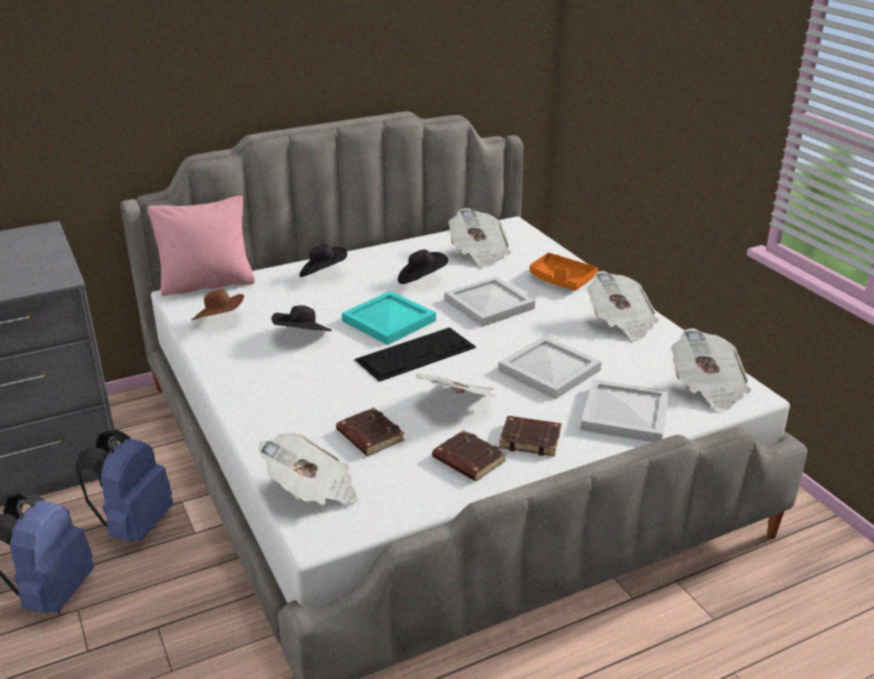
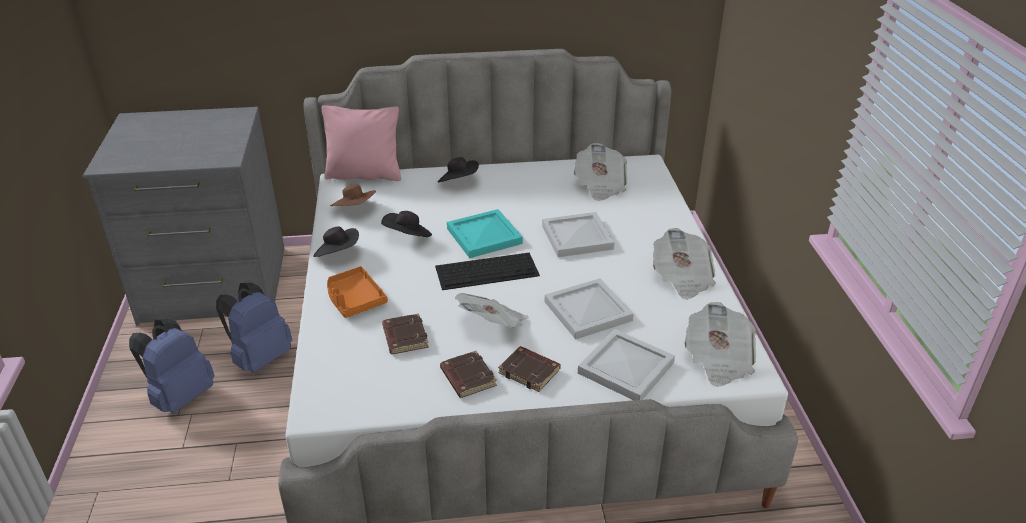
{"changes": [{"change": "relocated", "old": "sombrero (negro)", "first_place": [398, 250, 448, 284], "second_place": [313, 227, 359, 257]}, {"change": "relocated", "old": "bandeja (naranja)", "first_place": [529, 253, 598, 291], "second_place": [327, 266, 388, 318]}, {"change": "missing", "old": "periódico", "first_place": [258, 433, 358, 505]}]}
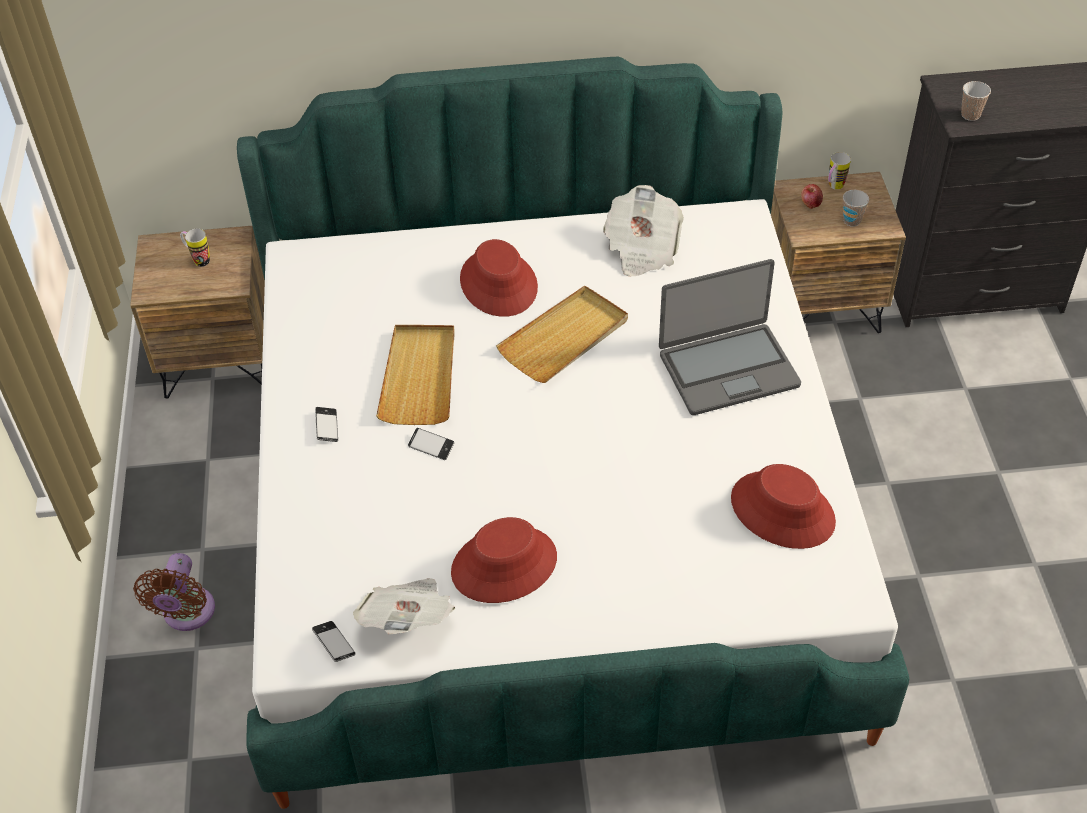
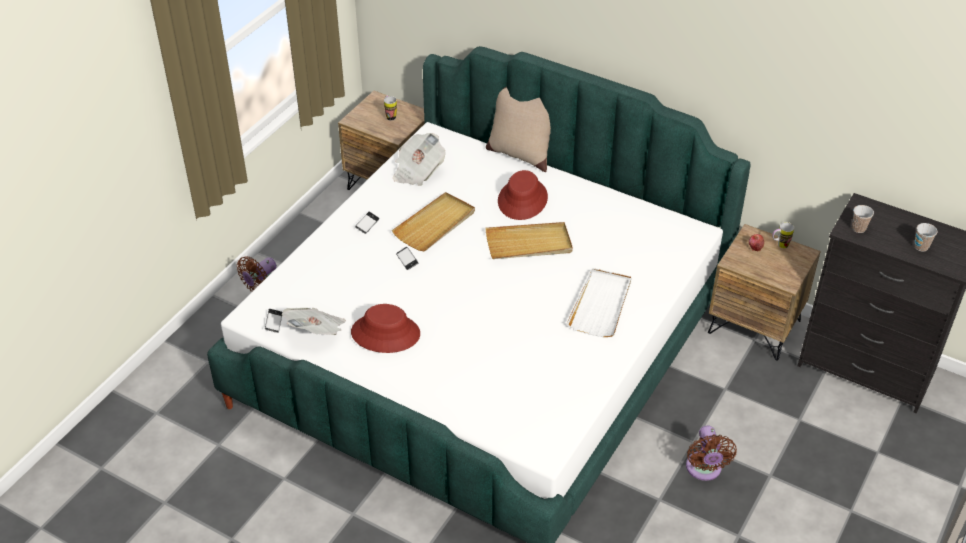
{"changes": [{"change": "relocated", "old": "periódico", "first_place": [603, 185, 684, 277], "second_place": [393, 133, 445, 186]}, {"change": "relocated", "old": "taza", "first_place": [843, 190, 869, 227], "second_place": [914, 223, 938, 252]}, {"change": "exchanged", "old": "portátil", "new": "bandeja (blanco)", "first_place": [659, 259, 801, 415], "second_place": [567, 268, 631, 337]}, {"change": "missing", "old": "sombrero (rojo)", "first_place": [731, 464, 836, 549]}, {"change": "appeared", "new": "cojín (beis)", "second_place": [486, 87, 551, 172]}, {"change": "appeared", "new": "ventilador (marrón)", "second_place": [686, 426, 737, 481]}]}
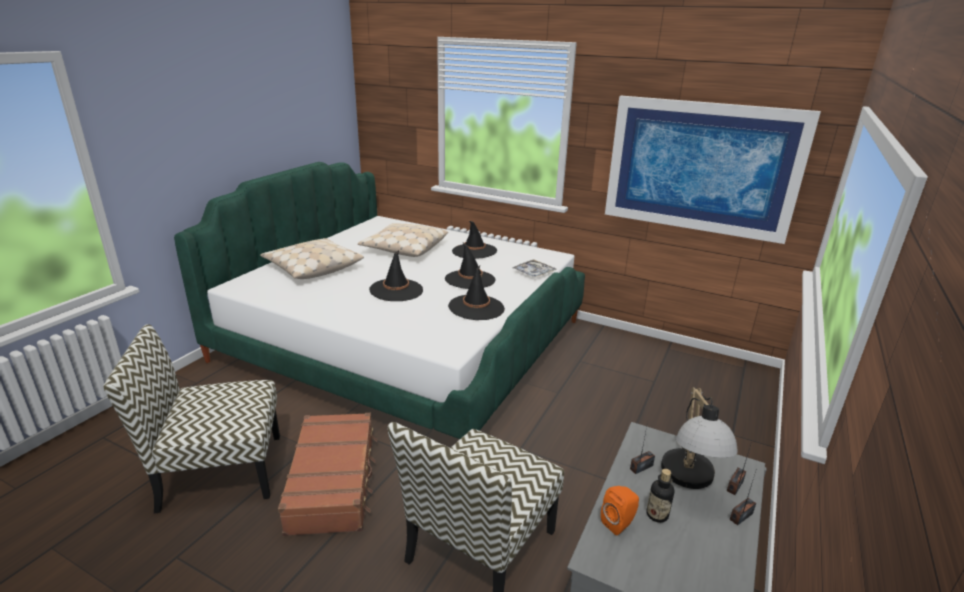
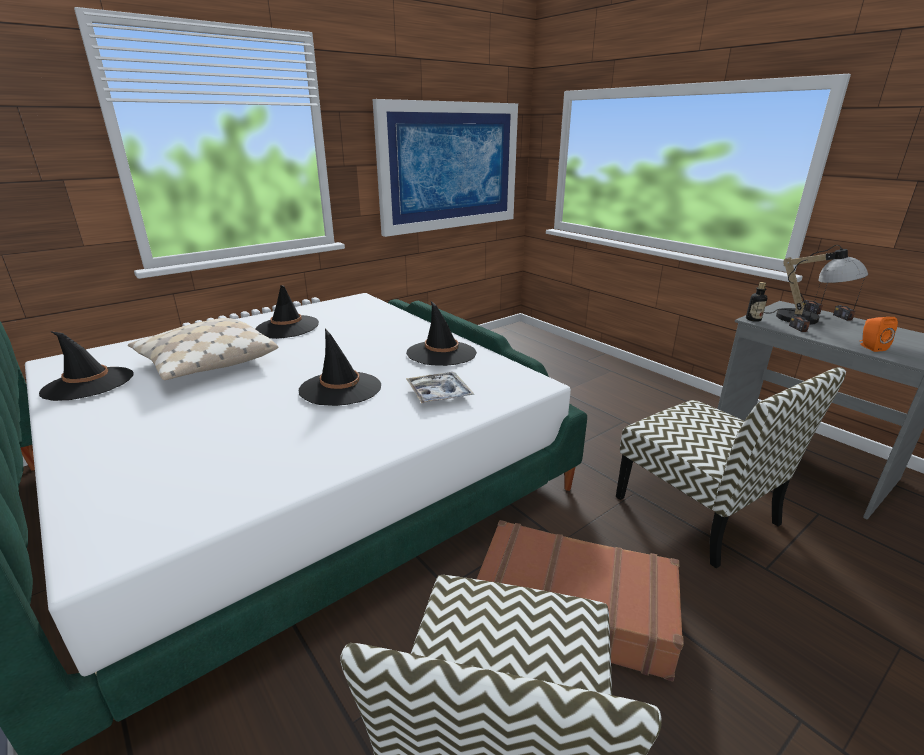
{"changes": [{"change": "missing", "old": "cojín (beis)", "first_place": [260, 238, 364, 279]}, {"change": "relocated", "old": "sombrero (negro)", "first_place": [445, 243, 496, 289], "second_place": [39, 331, 133, 401]}, {"change": "relocated", "old": "bandeja", "first_place": [513, 259, 557, 278], "second_place": [406, 372, 474, 404]}, {"change": "relocated", "old": "botella", "first_place": [646, 469, 674, 523], "second_place": [746, 282, 767, 322]}]}
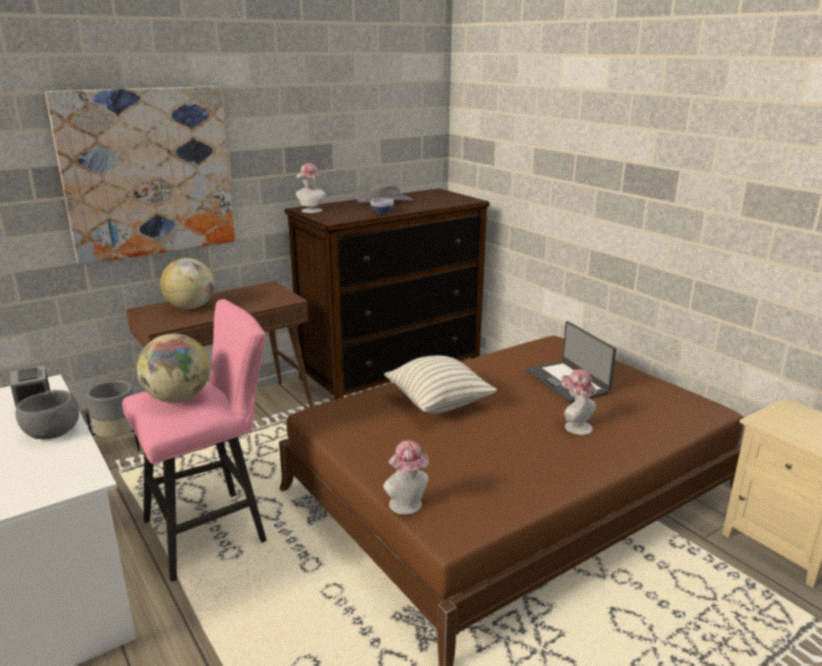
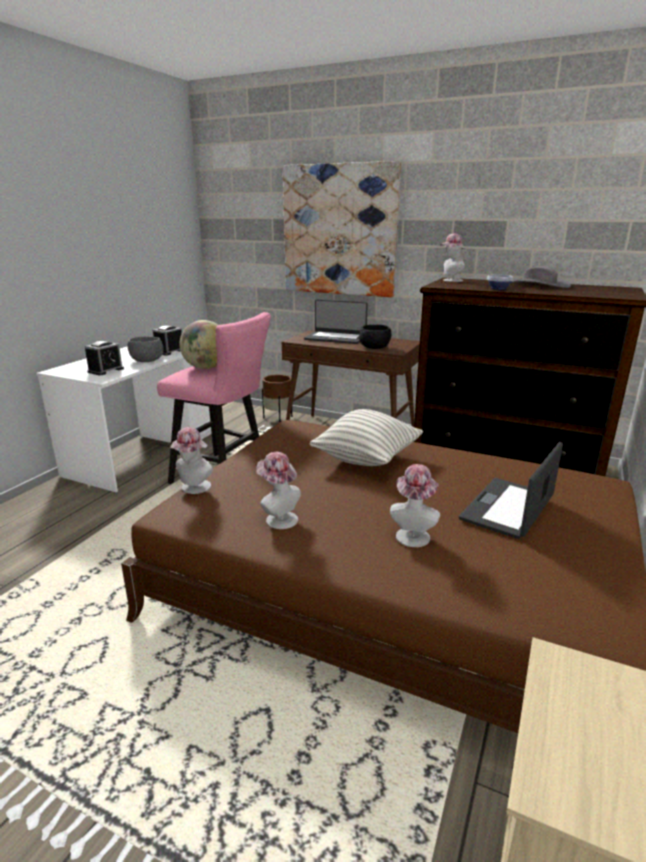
{"changes": [{"change": "exchanged", "old": "globo terráqueo", "new": "portátil", "first_place": [160, 258, 215, 309], "second_place": [304, 299, 368, 344]}, {"change": "colour", "old": "maceta (gris)", "new": "maceta (marrón)", "first_place": [86, 380, 140, 451], "second_place": [262, 374, 293, 423]}, {"change": "appeared", "new": "cuenco (negro)", "second_place": [359, 325, 391, 349]}, {"change": "appeared", "new": "despertador", "second_place": [85, 341, 124, 376]}, {"change": "appeared", "new": "sombrero", "second_place": [256, 452, 301, 529]}]}
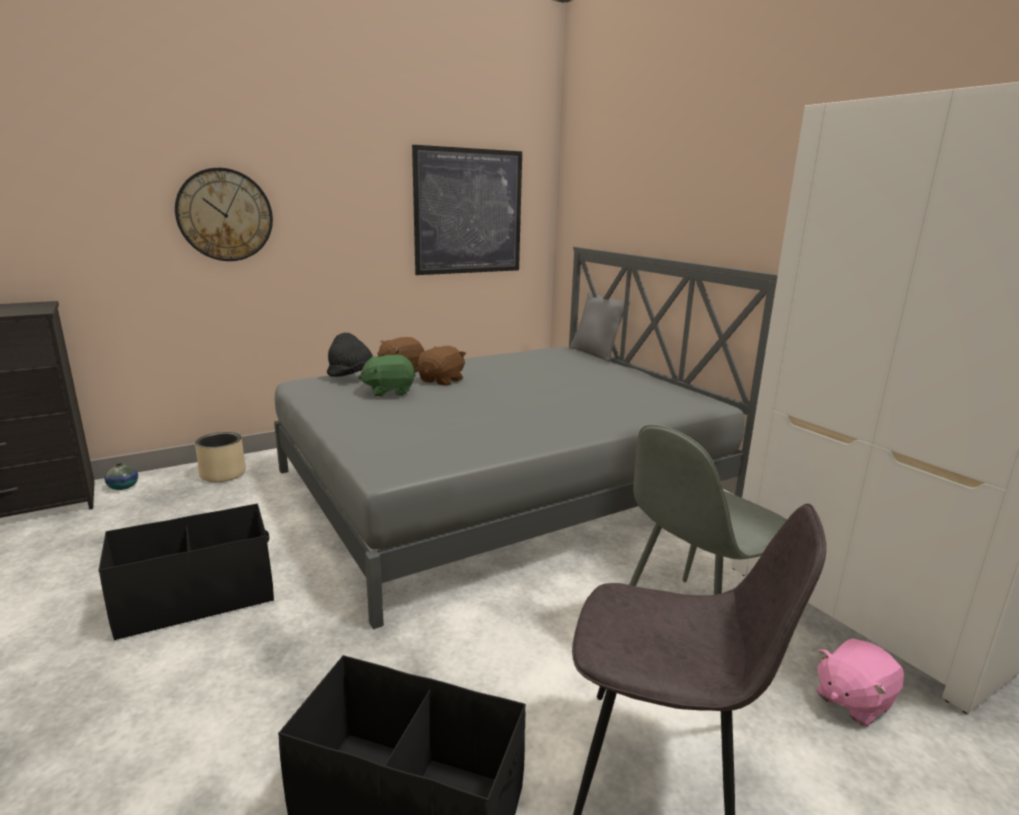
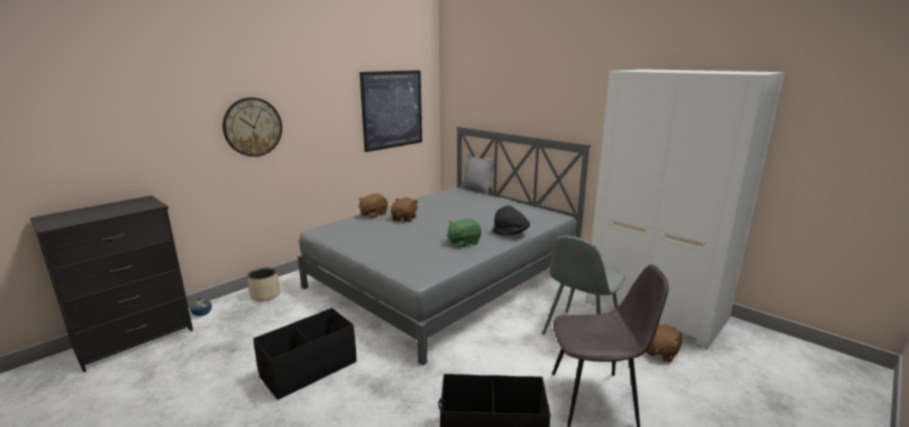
{"changes": [{"change": "relocated", "old": "sombrero (negro)", "first_place": [327, 333, 373, 377], "second_place": [493, 206, 530, 235]}, {"change": "relocated", "old": "peluche (verde)", "first_place": [358, 355, 416, 397], "second_place": [447, 218, 481, 248]}, {"change": "colour", "old": "peluche (rosa)", "new": "peluche (marrón)", "first_place": [817, 638, 904, 726], "second_place": [646, 324, 682, 362]}]}
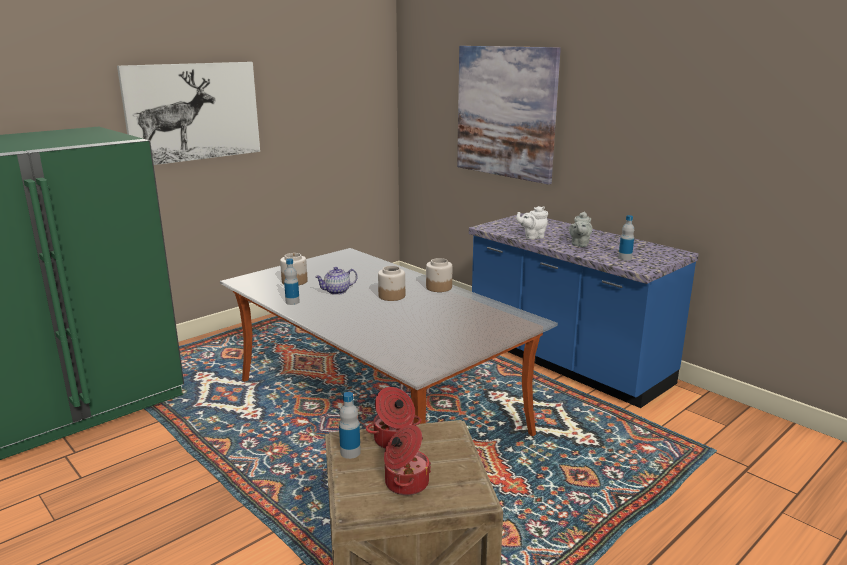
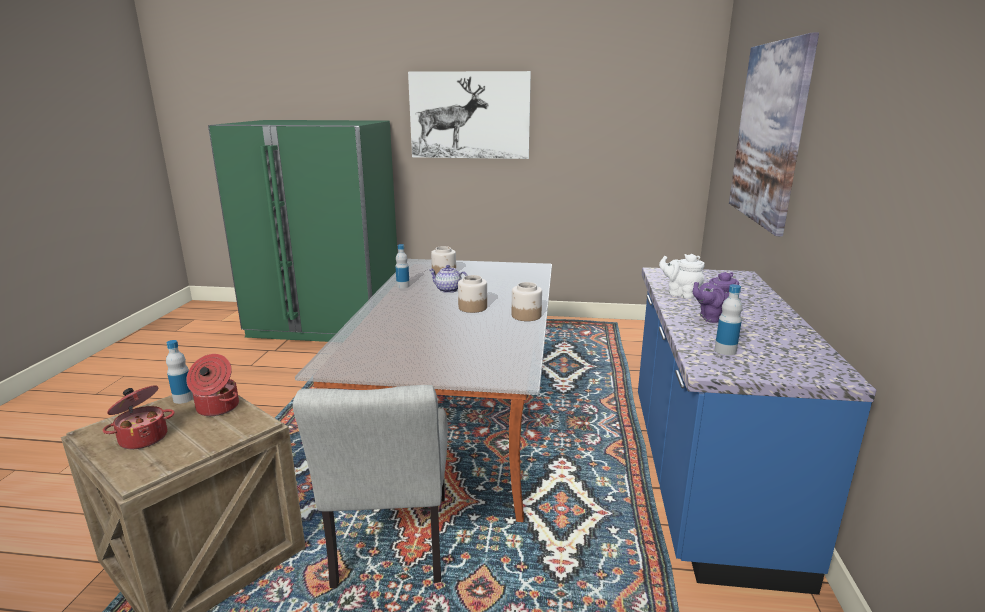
{"changes": [{"change": "colour", "old": "tetera (gris)", "new": "tetera (morado)", "first_place": [569, 211, 593, 247], "second_place": [693, 272, 739, 323]}, {"change": "appeared", "new": "silla (gris)", "second_place": [293, 385, 448, 588]}]}
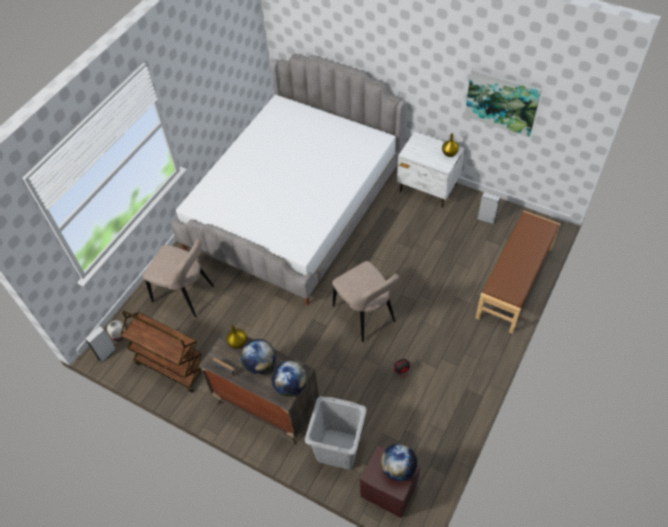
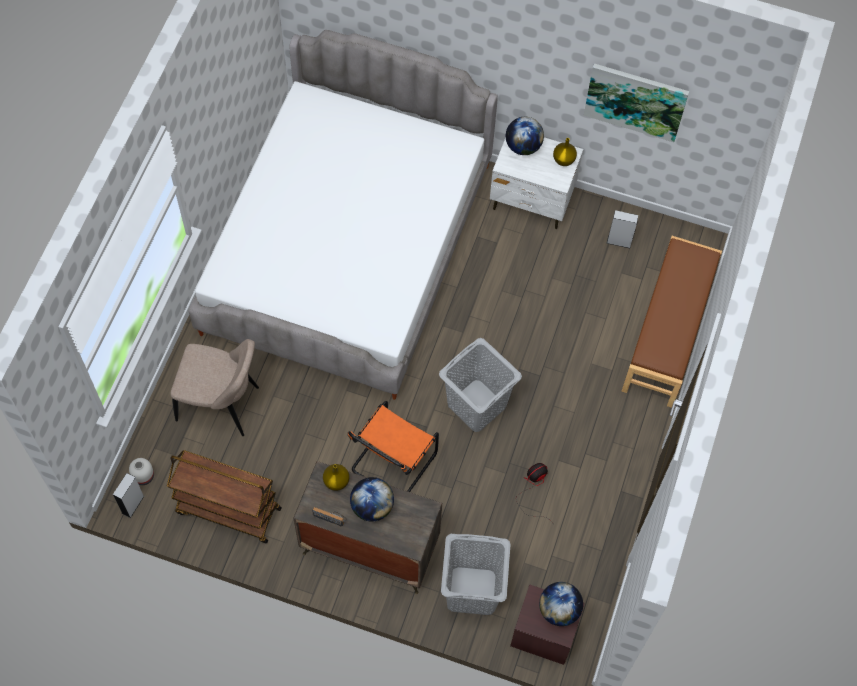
{"changes": [{"change": "exchanged", "old": "silla (beis)", "new": "cesto de la ropa (gris)", "first_place": [332, 261, 399, 342], "second_place": [439, 338, 522, 432]}, {"change": "relocated", "old": "globo terráqueo", "first_place": [272, 361, 307, 397], "second_place": [506, 117, 544, 155]}, {"change": "appeared", "new": "silla (naranja)", "second_place": [348, 401, 439, 492]}]}
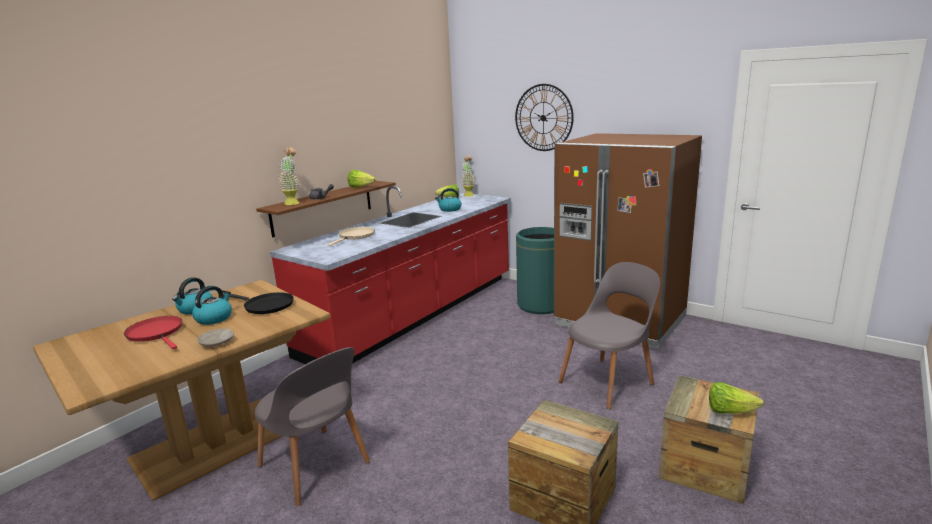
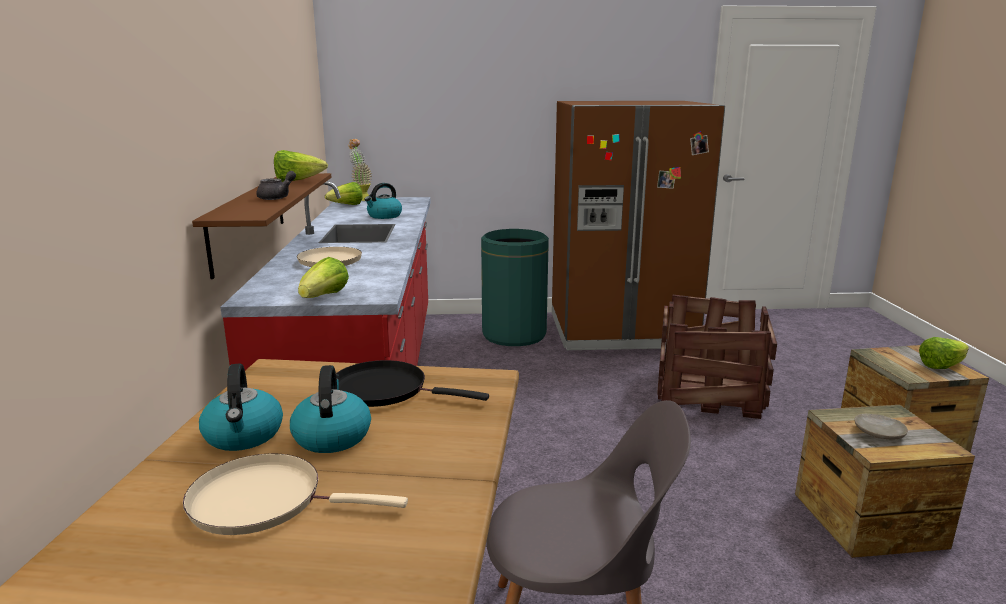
{"changes": [{"change": "missing", "old": "reloj de pared", "first_place": [515, 84, 574, 151]}, {"change": "missing", "old": "planta en maceta", "first_place": [278, 148, 299, 205]}, {"change": "exchanged", "old": "silla (gris)", "new": "caja de embalaje", "first_place": [559, 262, 660, 409], "second_place": [657, 295, 777, 419]}, {"change": "spun", "old": "sartén (negro)", "first_place": [229, 292, 294, 314], "second_place": [336, 360, 489, 407], "degrees": -150}, {"change": "colour", "old": "sartén (rojo)", "new": "sartén (beis)", "first_place": [124, 316, 182, 350], "second_place": [183, 453, 408, 535]}, {"change": "relocated", "old": "plato (beis)", "first_place": [197, 329, 234, 347], "second_place": [854, 414, 908, 440]}, {"change": "appeared", "new": "lechuga", "second_place": [298, 257, 349, 298]}]}
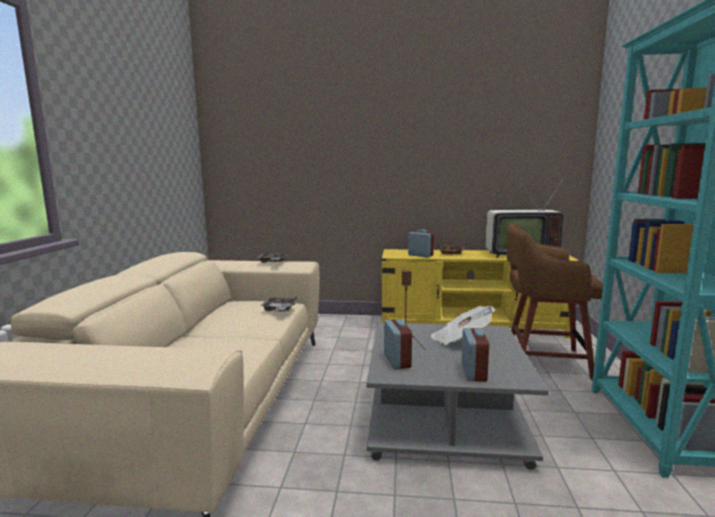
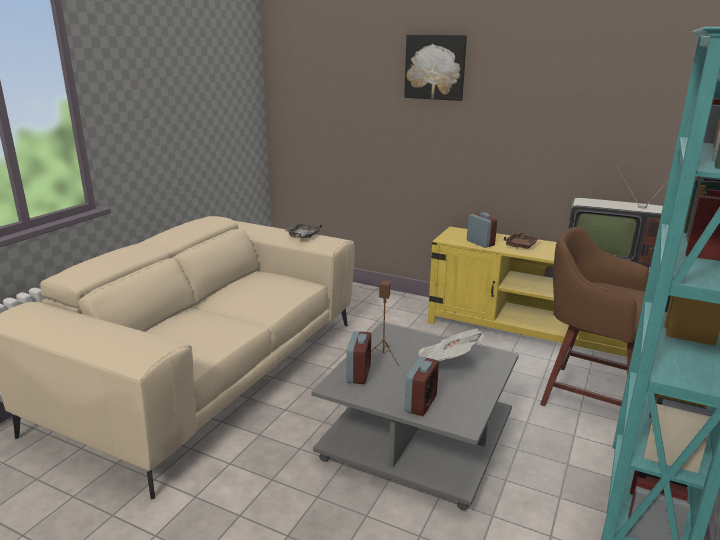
{"changes": [{"change": "missing", "old": "bandeja (gris)", "first_place": [260, 296, 297, 311]}, {"change": "appeared", "new": "cuadro", "second_place": [404, 35, 467, 101]}]}
